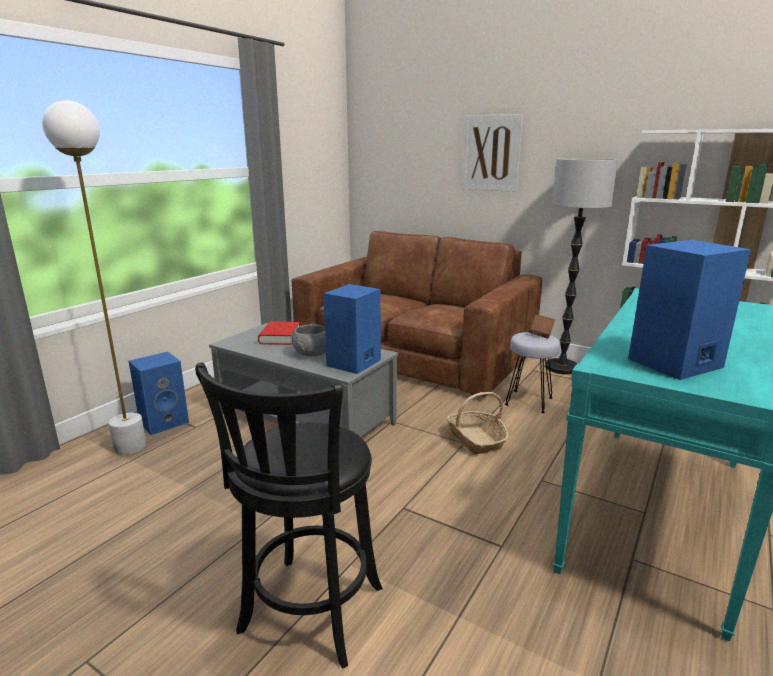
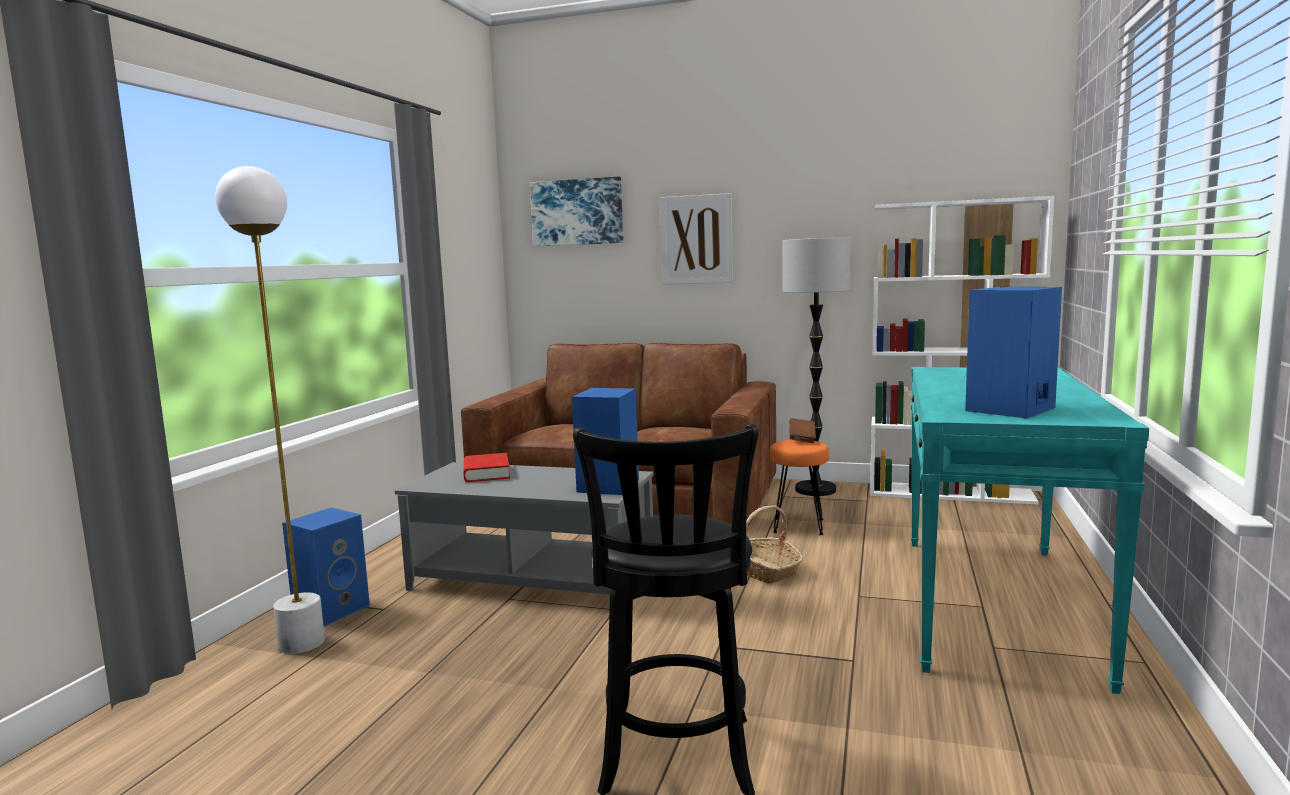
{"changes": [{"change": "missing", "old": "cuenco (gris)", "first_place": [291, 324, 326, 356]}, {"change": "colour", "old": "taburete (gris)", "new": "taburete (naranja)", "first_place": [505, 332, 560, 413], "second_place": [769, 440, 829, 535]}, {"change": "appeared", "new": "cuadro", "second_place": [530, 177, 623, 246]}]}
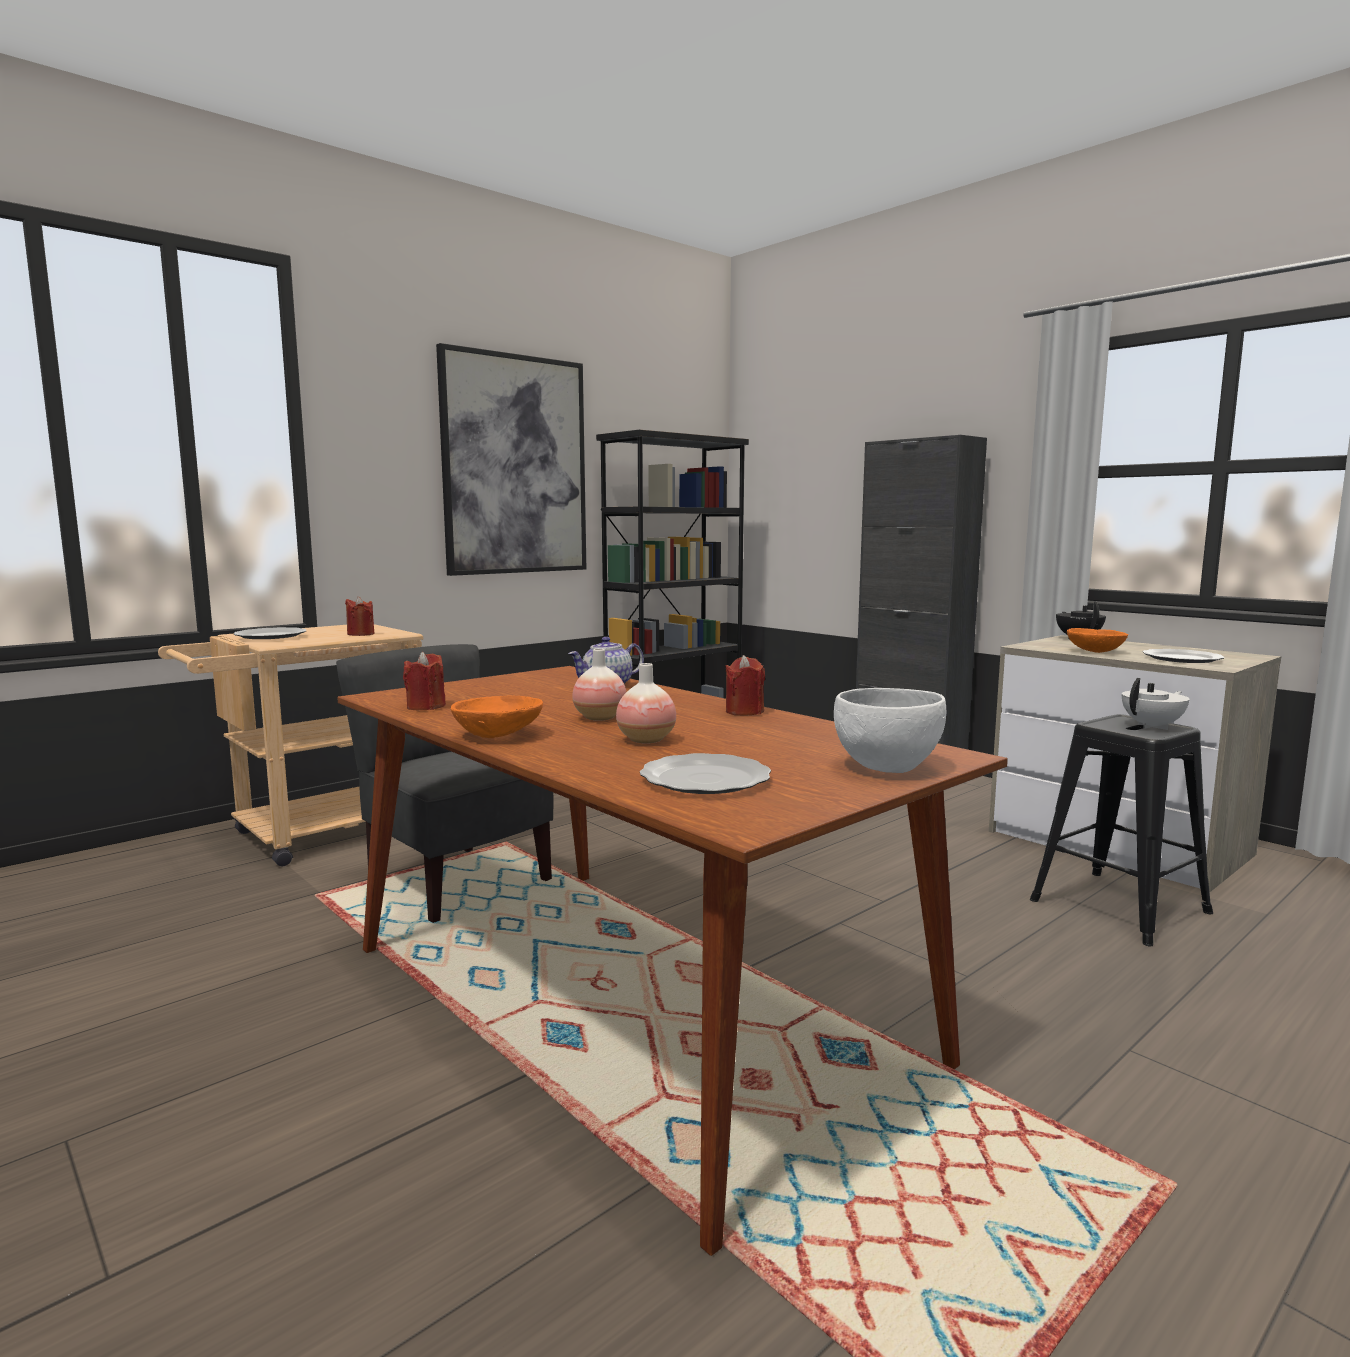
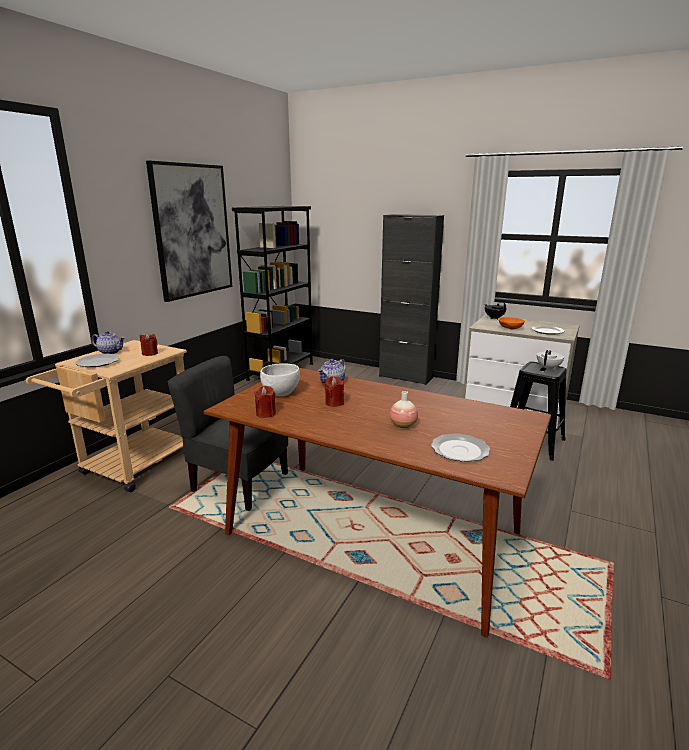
{"changes": [{"change": "missing", "old": "florero", "first_place": [572, 649, 626, 721]}, {"change": "relocated", "old": "vela (rojo)", "first_place": [725, 655, 765, 716], "second_place": [324, 376, 344, 407]}, {"change": "relocated", "old": "cuenco (blanco)", "first_place": [834, 688, 946, 773], "second_place": [260, 364, 300, 396]}, {"change": "missing", "old": "cuenco (naranja)", "first_place": [451, 696, 543, 738]}, {"change": "appeared", "new": "tetera", "second_place": [91, 331, 125, 354]}]}
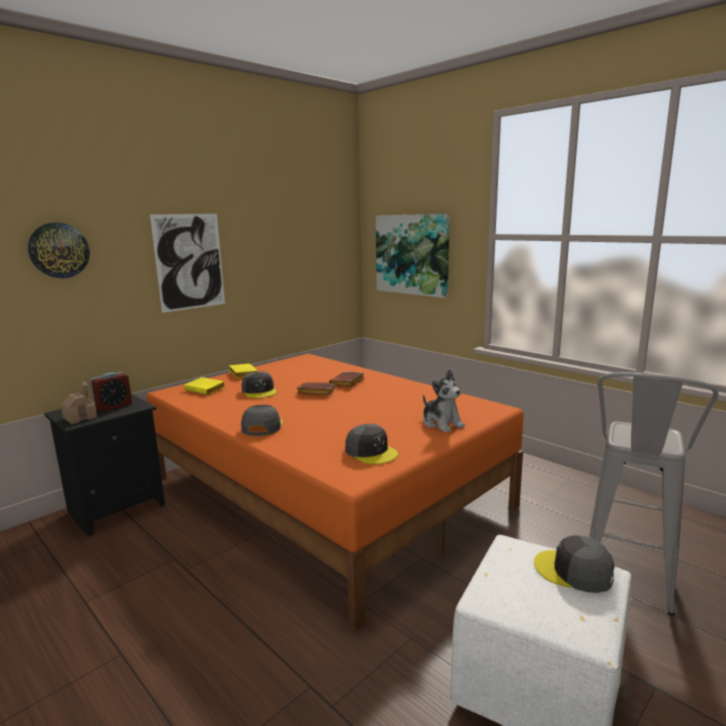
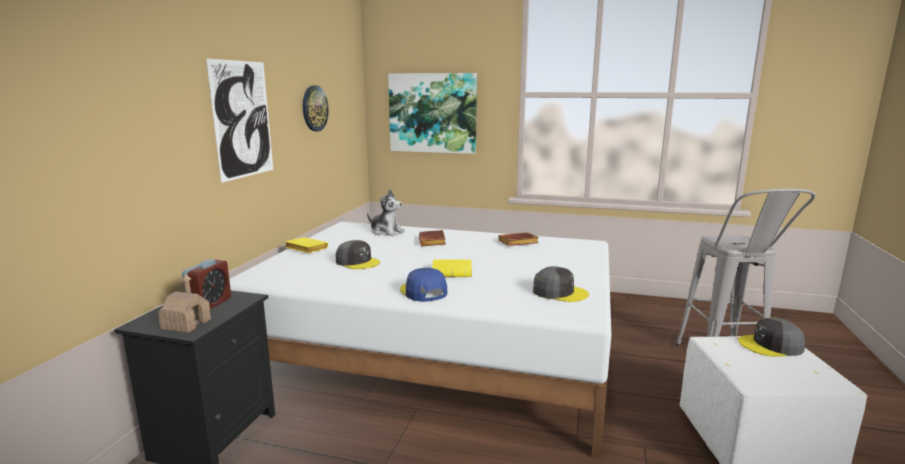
{"changes": [{"change": "relocated", "old": "reloj de pared", "first_place": [28, 223, 90, 278], "second_place": [303, 85, 329, 131]}, {"change": "colour", "old": "cama (naranja)", "new": "cama (blanco)", "first_place": [146, 354, 524, 632], "second_place": [229, 222, 611, 459]}, {"change": "relocated", "old": "peluche", "first_place": [423, 369, 465, 432], "second_place": [367, 189, 405, 236]}, {"change": "relocated", "old": "libro (amarillo)", "first_place": [184, 377, 226, 395], "second_place": [432, 259, 472, 277]}, {"change": "relocated", "old": "libro (marrón)", "first_place": [297, 382, 336, 395], "second_place": [498, 232, 539, 246]}, {"change": "colour", "old": "gorra (gris)", "new": "gorra (azul)", "first_place": [241, 405, 283, 436], "second_place": [400, 268, 448, 302]}]}
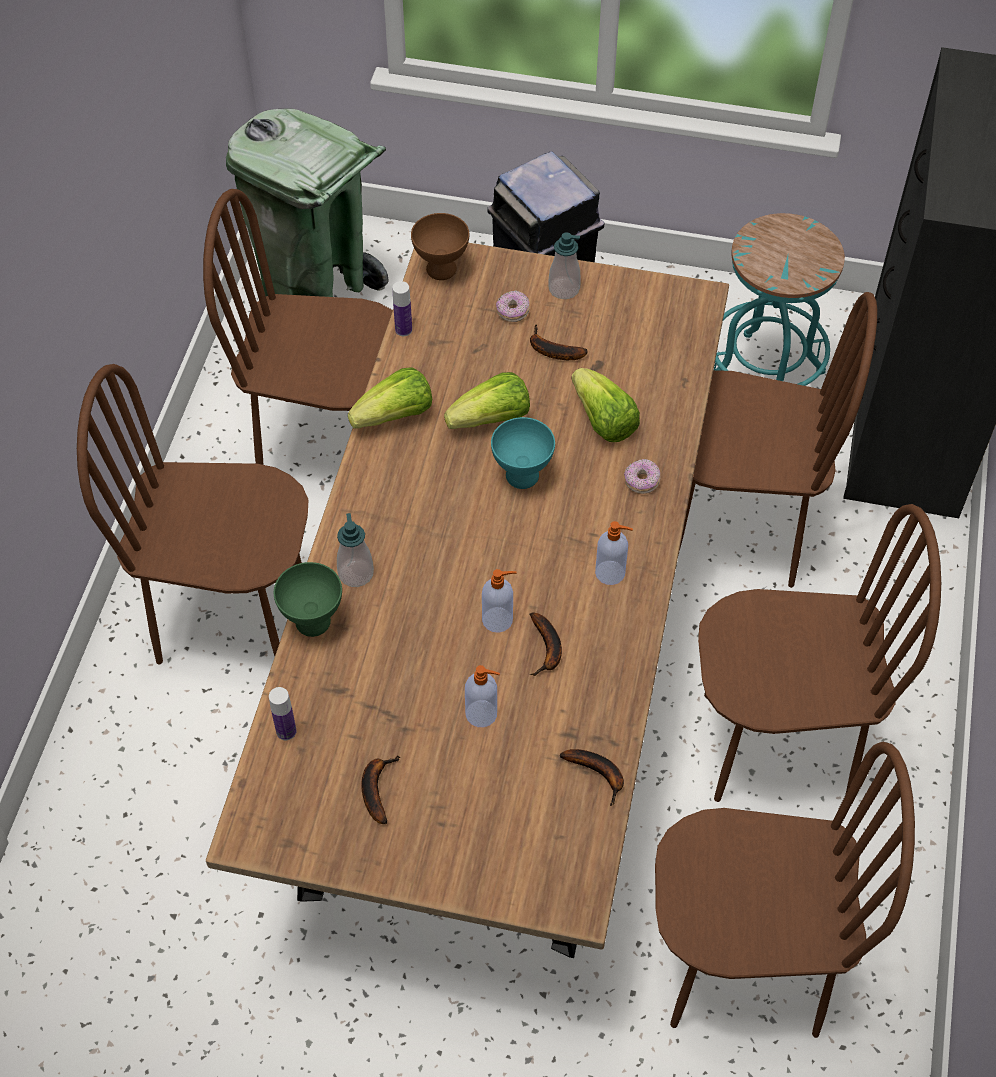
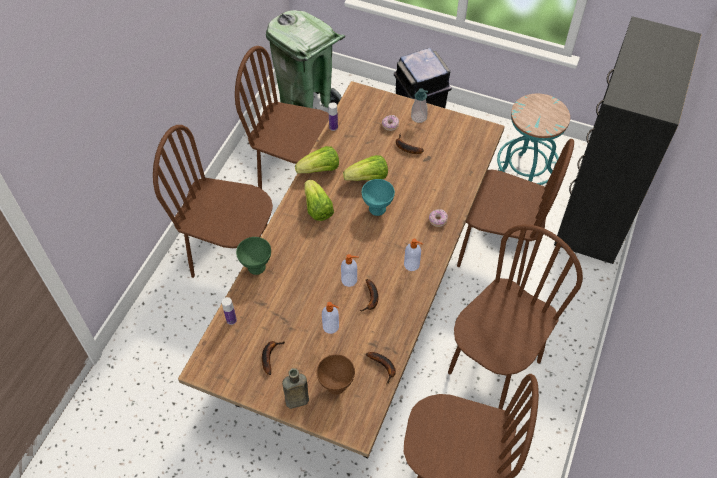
{"changes": [{"change": "relocated", "old": "cuenco (marrón)", "first_place": [411, 213, 469, 280], "second_place": [317, 354, 355, 395]}, {"change": "relocated", "old": "lechuga", "first_place": [571, 368, 640, 442], "second_place": [305, 180, 334, 221]}, {"change": "spun", "old": "silla (marrón)", "first_place": [698, 504, 941, 802], "second_place": [448, 224, 583, 409], "degrees": -60}, {"change": "missing", "old": "dispensador de jabón", "first_place": [337, 513, 374, 587]}, {"change": "appeared", "new": "botella (marrón)", "second_place": [282, 368, 309, 409]}]}
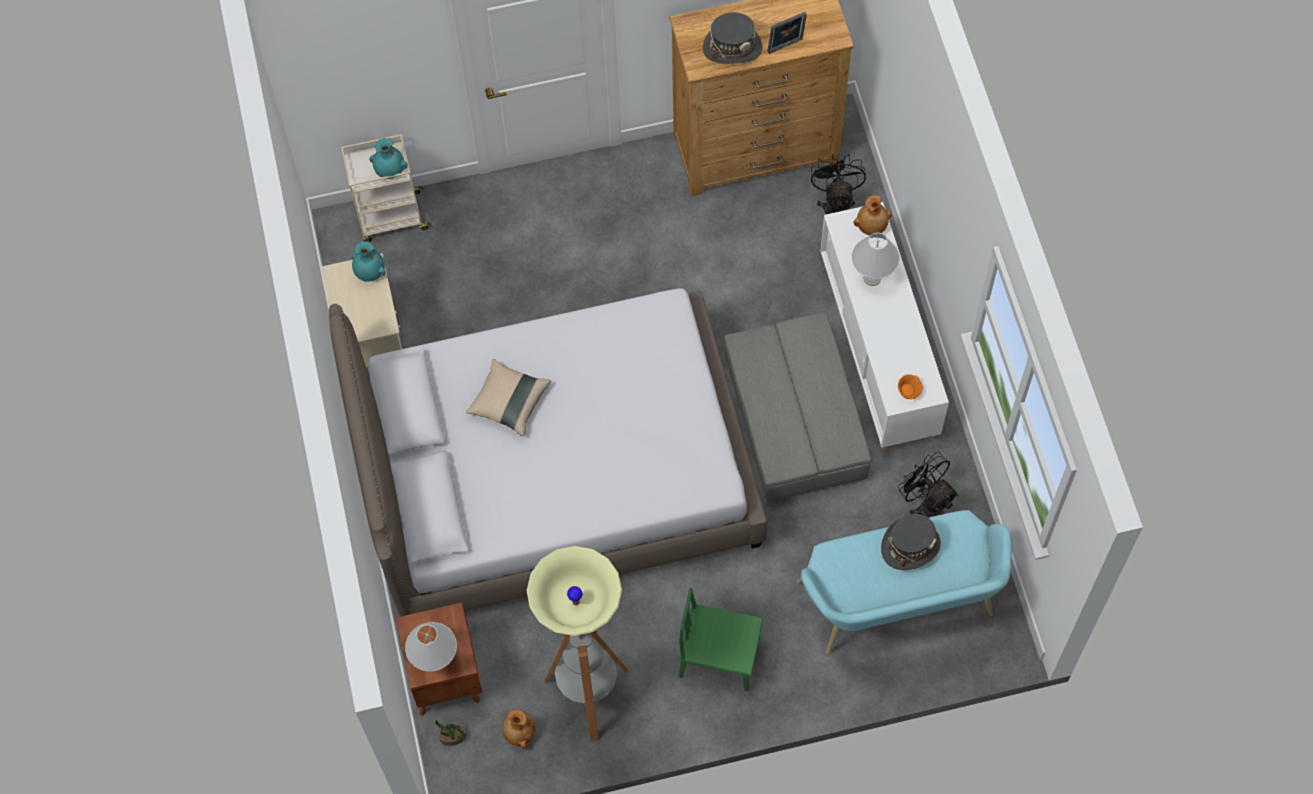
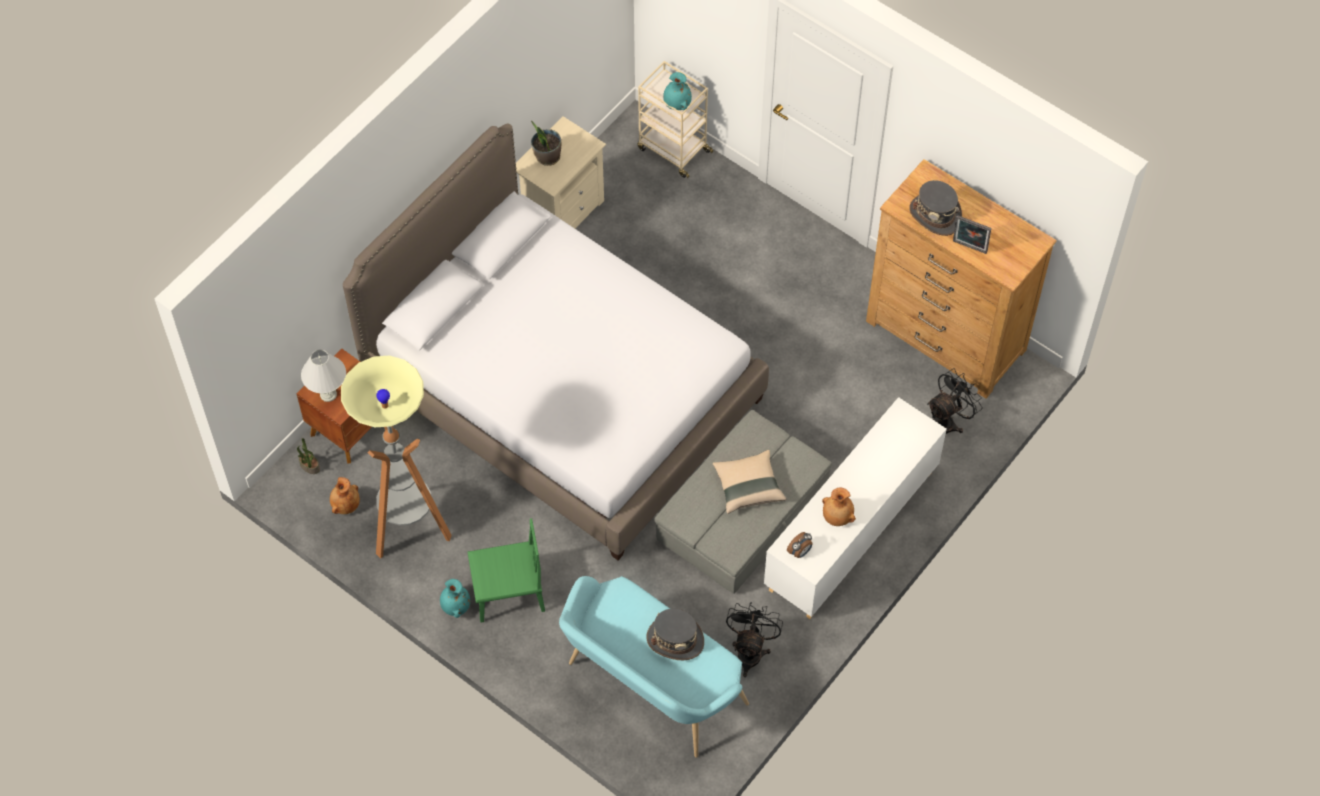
{"changes": [{"change": "relocated", "old": "florero (marrón)", "first_place": [853, 195, 892, 235], "second_place": [822, 488, 856, 526]}, {"change": "missing", "old": "lámpara de mesa (blanco)", "first_place": [851, 233, 899, 286]}, {"change": "relocated", "old": "florero (turquesa)", "first_place": [351, 241, 386, 282], "second_place": [440, 579, 470, 618]}, {"change": "relocated", "old": "cojín (beis)", "first_place": [466, 359, 551, 436], "second_place": [712, 450, 786, 514]}, {"change": "exchanged", "old": "cuenco (naranja)", "new": "despertador", "first_place": [898, 374, 923, 399], "second_place": [787, 532, 813, 558]}, {"change": "spun", "old": "silla (verde)", "first_place": [679, 588, 763, 691], "second_place": [467, 518, 545, 623], "degrees": 105}, {"change": "appeared", "new": "planta en maceta", "second_place": [531, 120, 561, 166]}]}
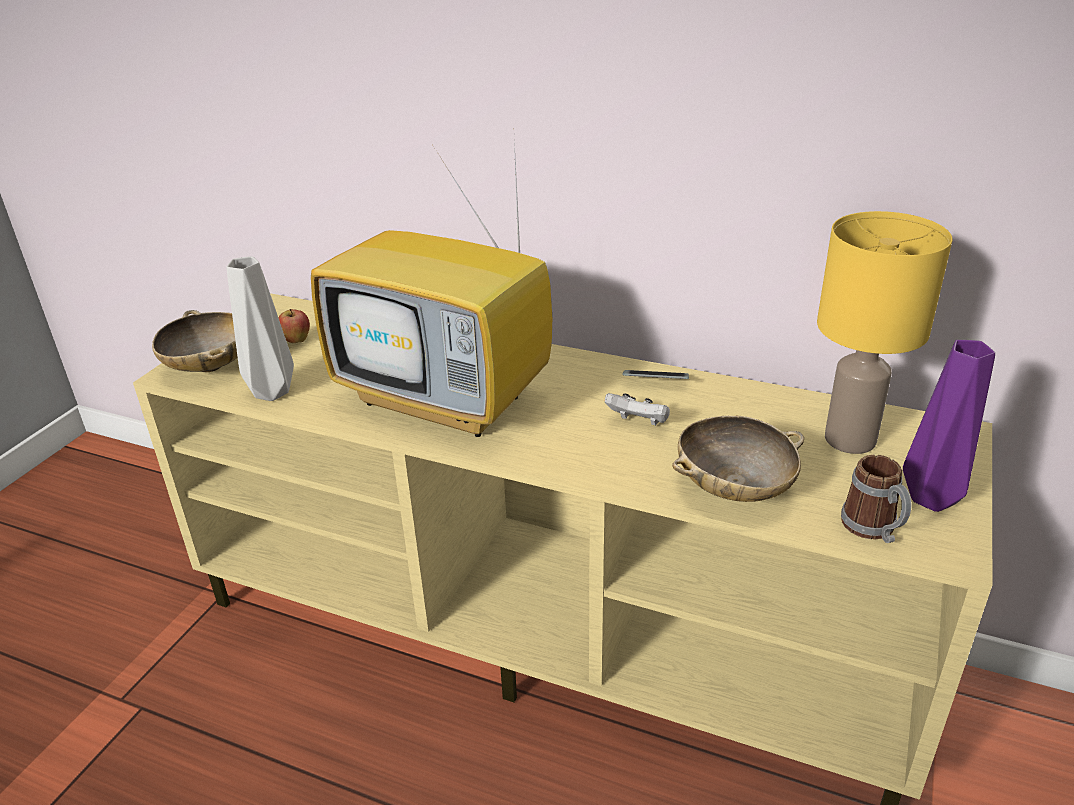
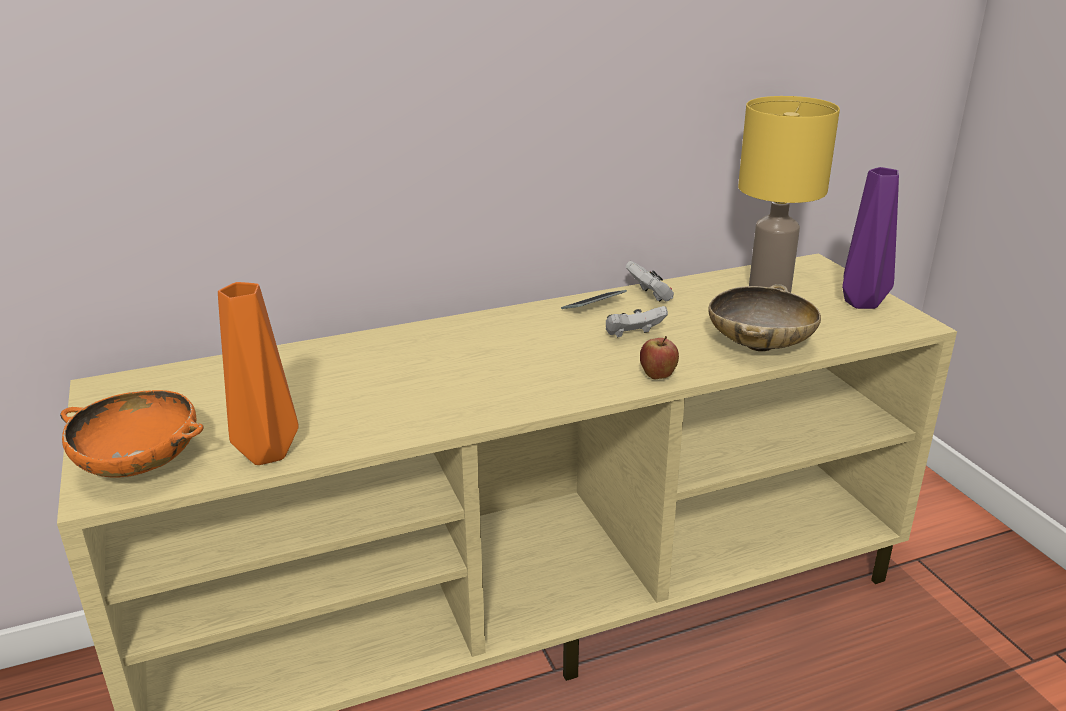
{"changes": [{"change": "missing", "old": "televisor", "first_place": [311, 141, 552, 437]}, {"change": "colour", "old": "florero (gris)", "new": "florero (naranja)", "first_place": [227, 256, 294, 401], "second_place": [218, 282, 298, 465]}, {"change": "relocated", "old": "manzana", "first_place": [278, 309, 310, 343], "second_place": [640, 336, 679, 379]}, {"change": "colour", "old": "cuenco (beis)", "new": "cuenco (naranja)", "first_place": [152, 310, 238, 373], "second_place": [60, 390, 204, 478]}, {"change": "missing", "old": "taza grande", "first_place": [841, 455, 911, 543]}, {"change": "appeared", "new": "mando de consola (blanco)", "second_place": [626, 261, 674, 302]}]}
